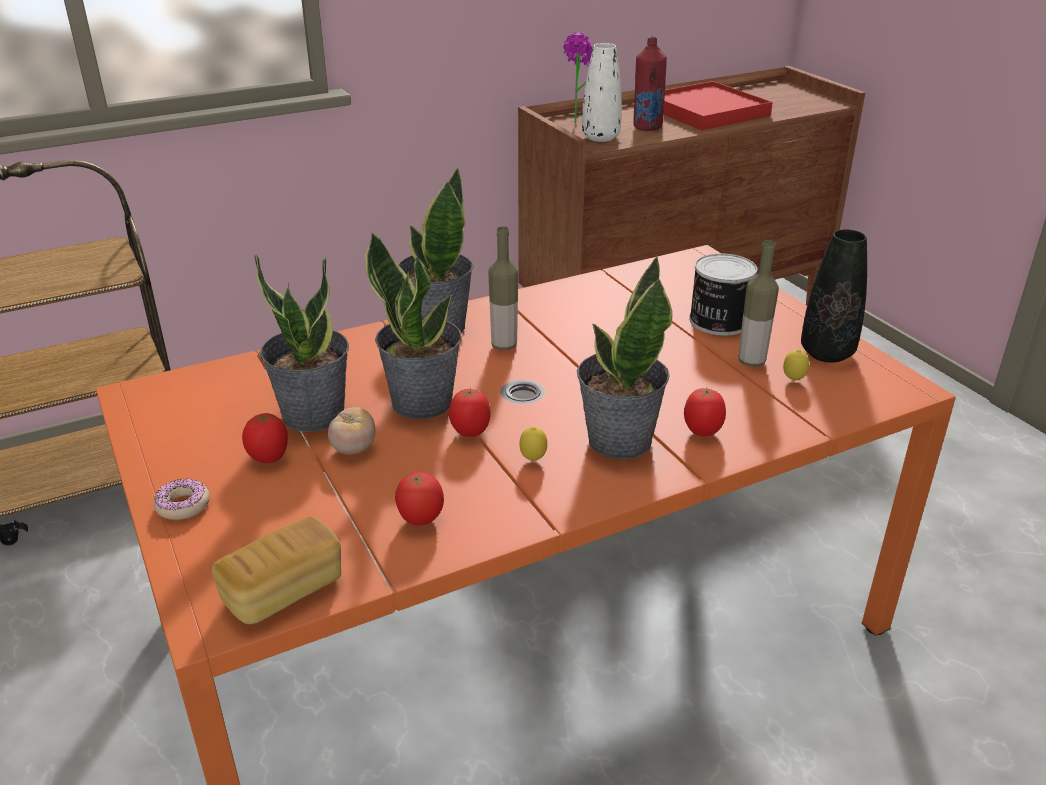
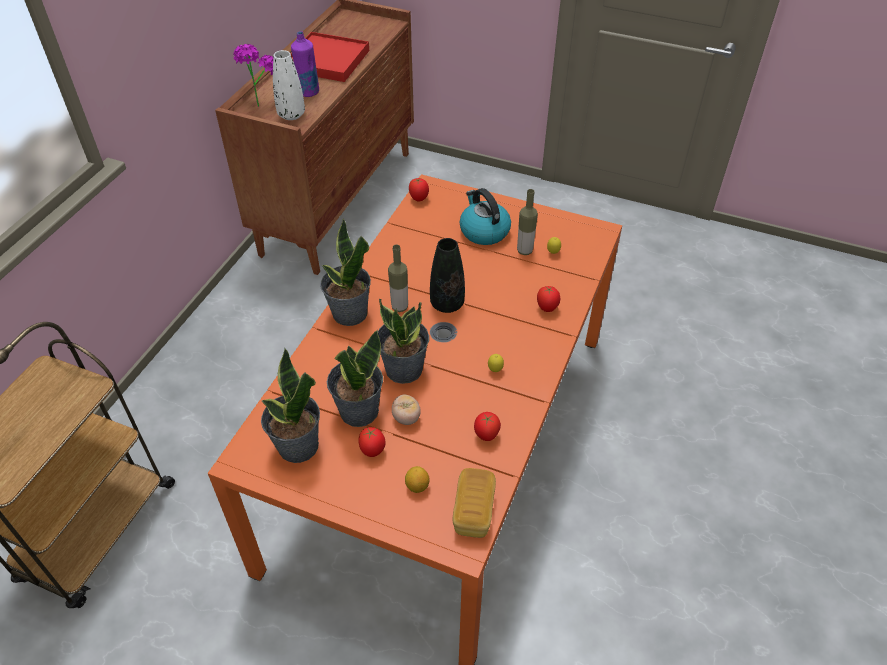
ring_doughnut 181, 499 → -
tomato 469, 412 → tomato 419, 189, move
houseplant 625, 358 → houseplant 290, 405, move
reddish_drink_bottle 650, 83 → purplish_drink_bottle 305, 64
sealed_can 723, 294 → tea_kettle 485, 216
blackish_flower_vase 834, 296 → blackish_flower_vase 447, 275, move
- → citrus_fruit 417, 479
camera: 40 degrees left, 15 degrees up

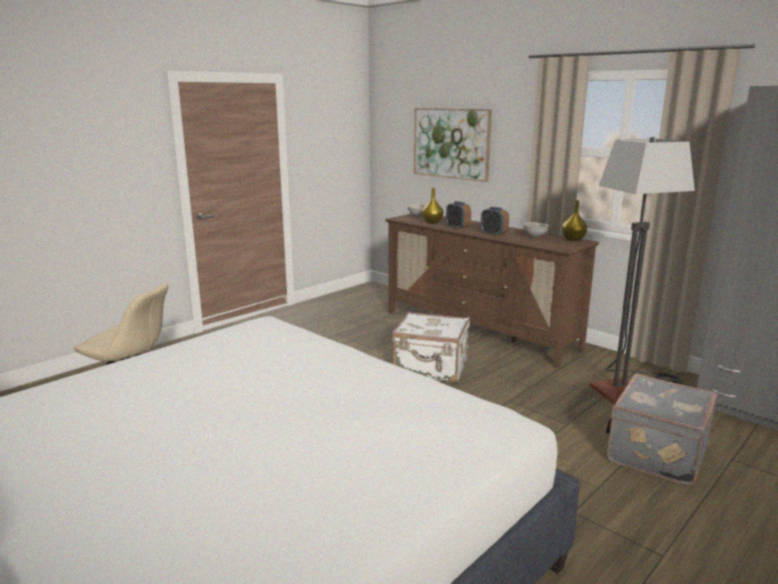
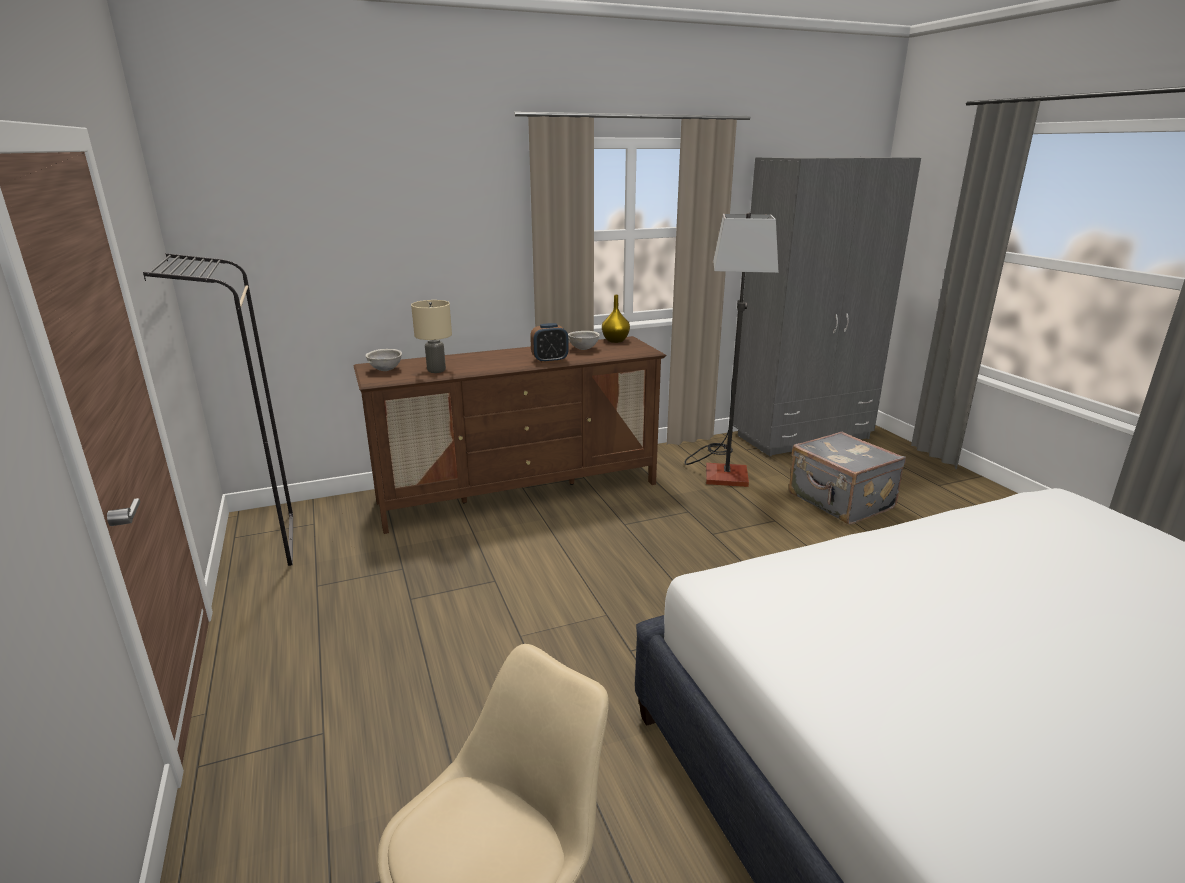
white-coloured_piece_of_luggage 431, 347 → -
picture 453, 145 → -
yellow-coloured_flower_vase 432, 206 → beige-coloured_tabletop_lamp 431, 336
table_clock 458, 215 → -
- → blackish_garment_rack 218, 409
camera: 65 degrees left, 5 degrees up

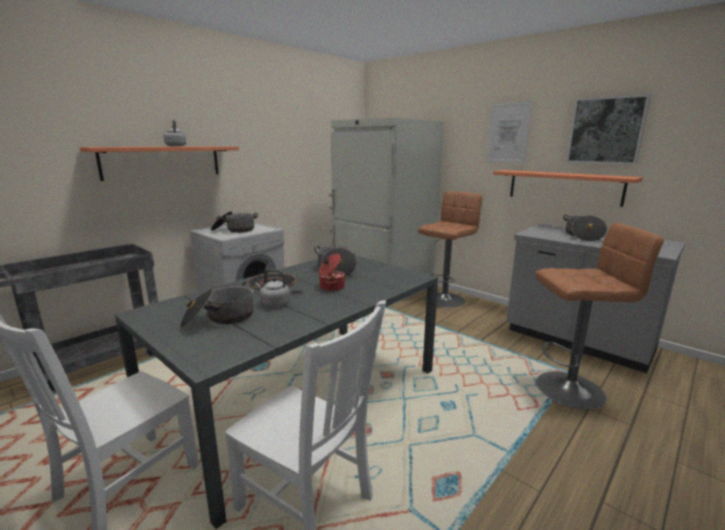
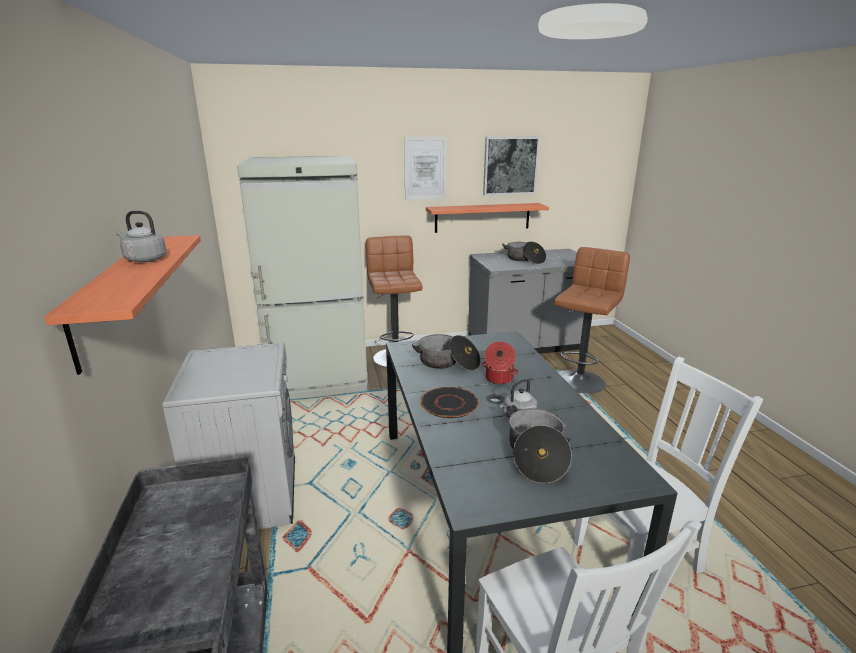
saucepot 234, 222 → -
camera: 55 degrees left, 5 degrees up

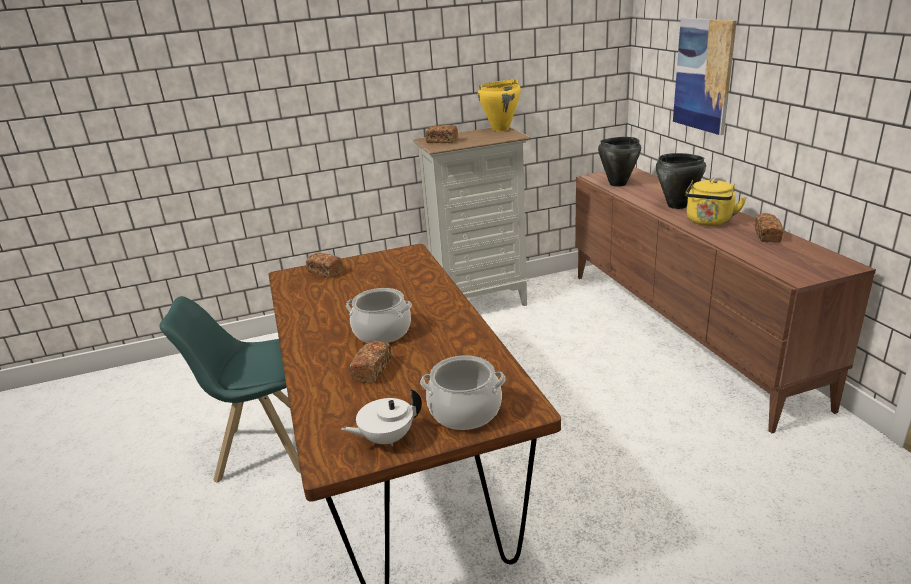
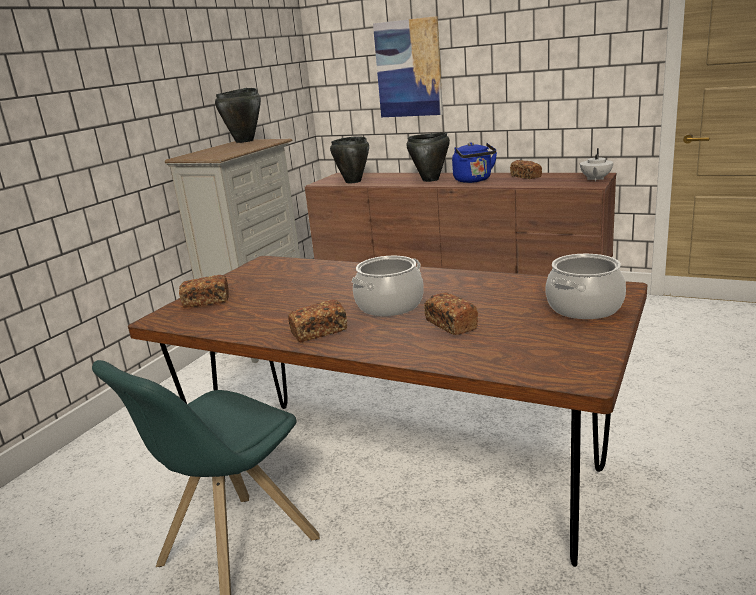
white-coloured_teapot 381, 417 → white-coloured_teapot 596, 164, move
bakery_bread 441, 134 → bakery_bread 317, 321, move
yellow-coloured_saucepot 499, 105 → blackish_saucepot 238, 115
yellow-coloured_tea_kettle 716, 202 → bluish_tea_kettle 474, 162
camera: 45 degrees left, 5 degrees down

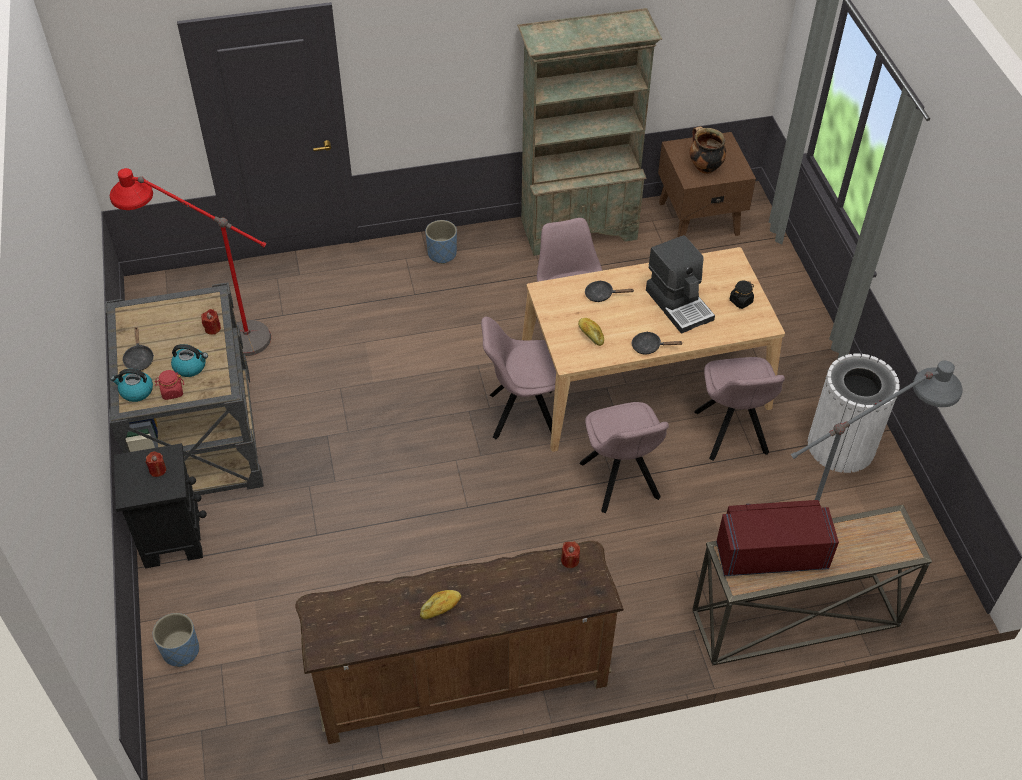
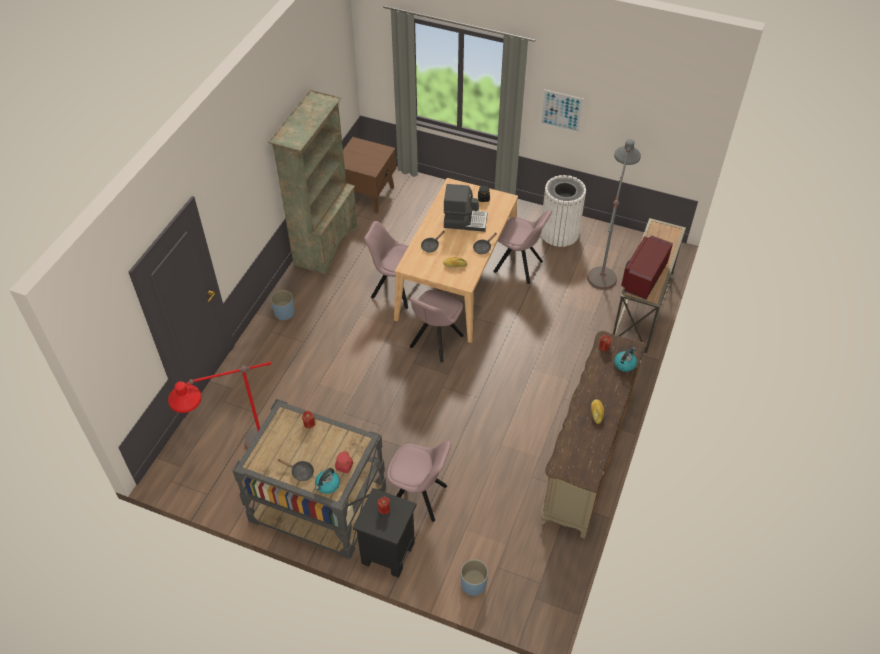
tea_kettle 189, 360 → tea_kettle 625, 359, move
pinkish_plain_chair 624, 457 → pinkish_plain_chair 419, 481, move
saucepot 707, 150 → -
- → picture 562, 111
camera: 55 degrees left, 0 degrees up

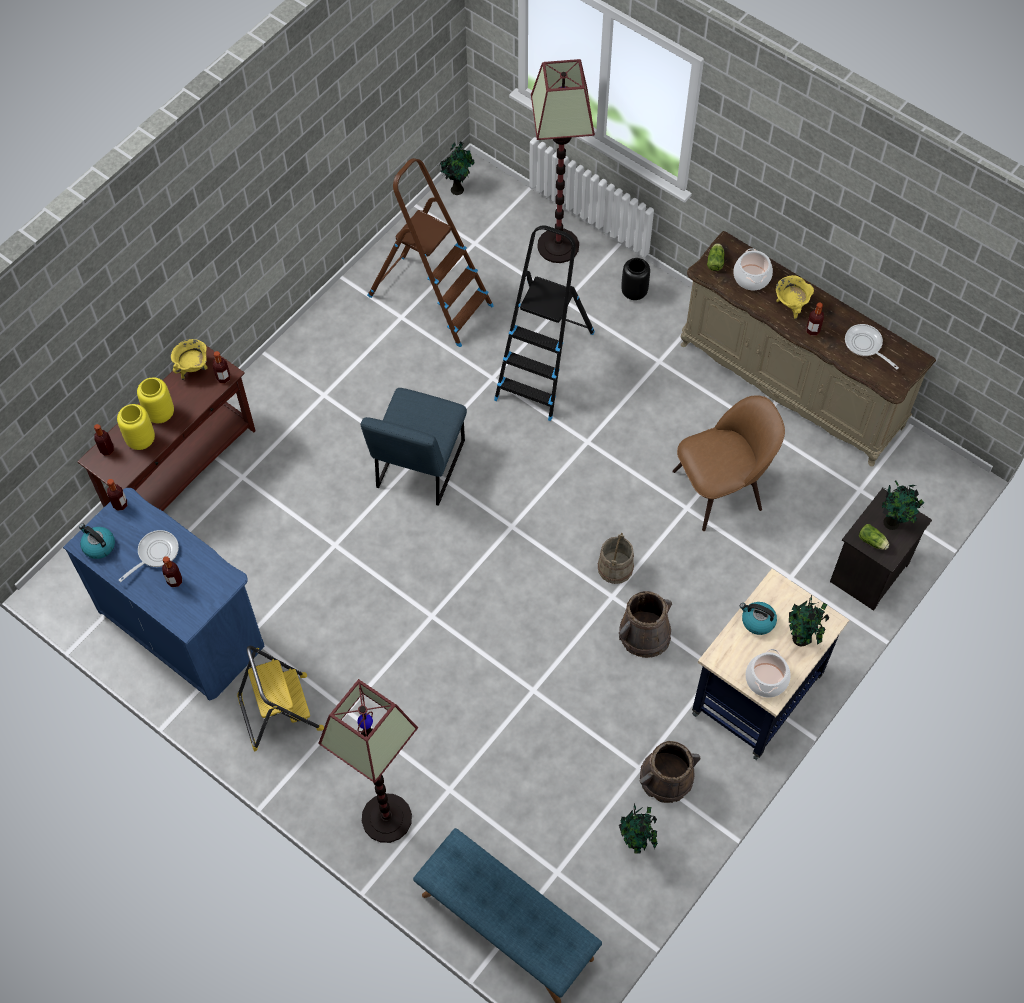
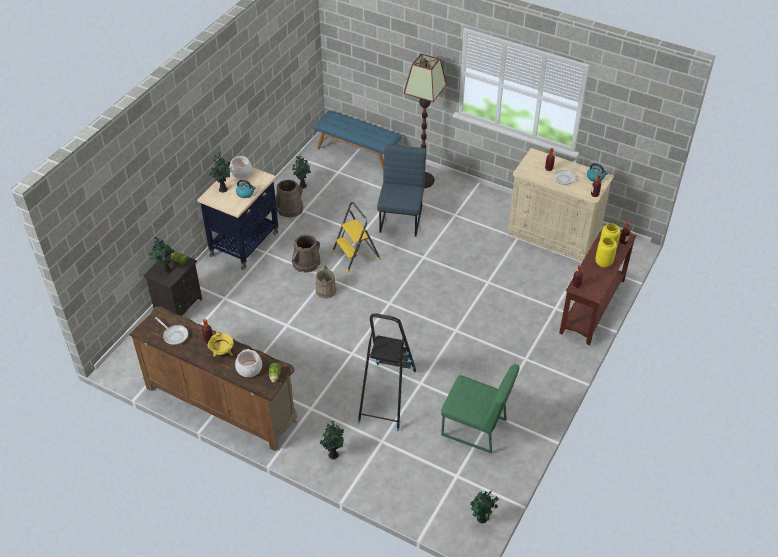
bluish_dresser 163, 594 → beige-coloured_dresser 561, 205
yellow-coloured_saucepot 189, 359 → -
yellow-coloured_stepladder 280, 698 → yellow-coloured_stepladder 356, 237, move
bluish_plain_chair 413, 447 → bluish_plain_chair 401, 190, move
brownish_stepladder 430, 252 → greenish_plain_chair 480, 409
standard_lamp 563, 161 → -
blackish_flower_vase 635, 279 → houseplant 332, 440
brownish_plain_chair 728, 463 → -
camera: 170 degrees right, 15 degrees down

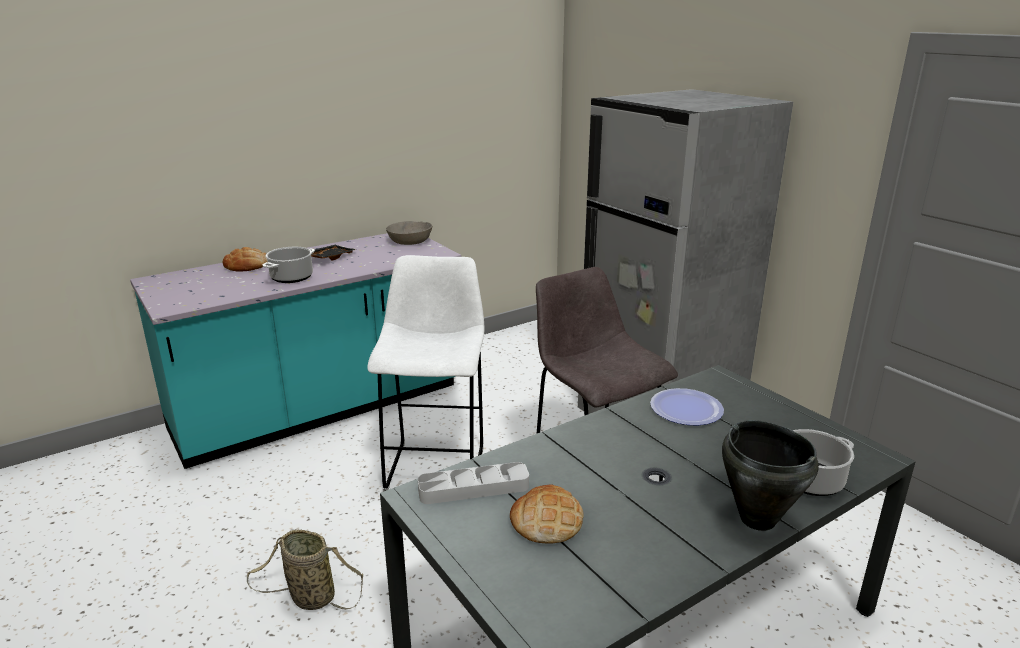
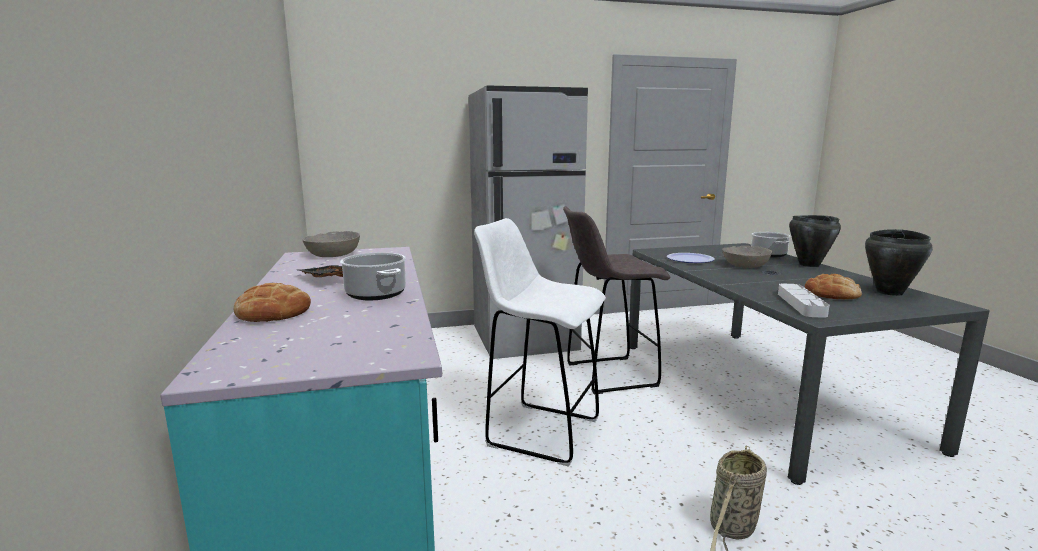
- → grey_deep_dish 747, 257
- → blackish_saucepot 899, 262
camera: 70 degrees left, 10 degrees down

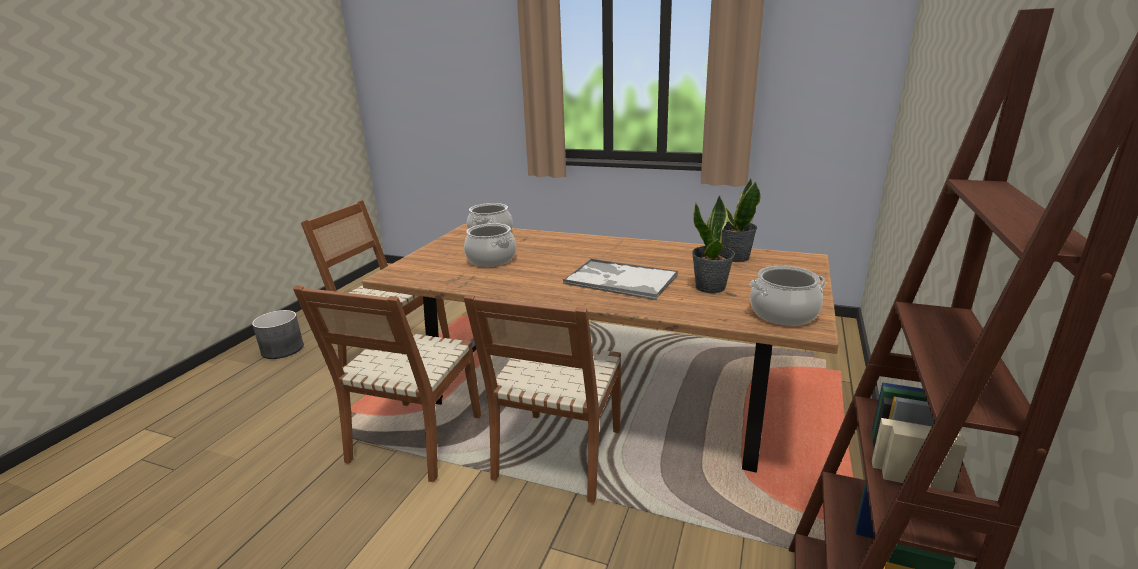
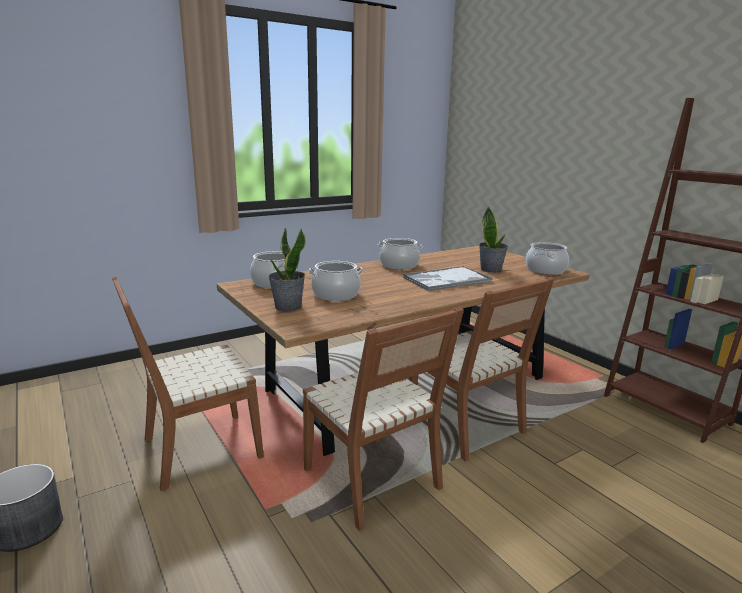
houseplant 741, 220 → houseplant 287, 269, move
- → saucepot 400, 253
camera: 55 degrees left, 5 degrees down

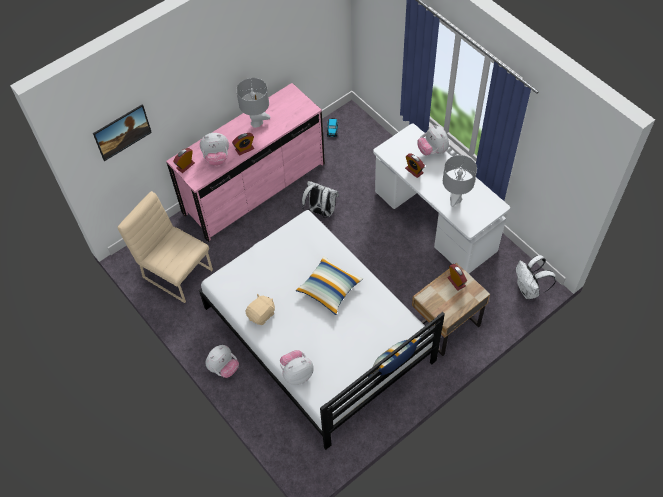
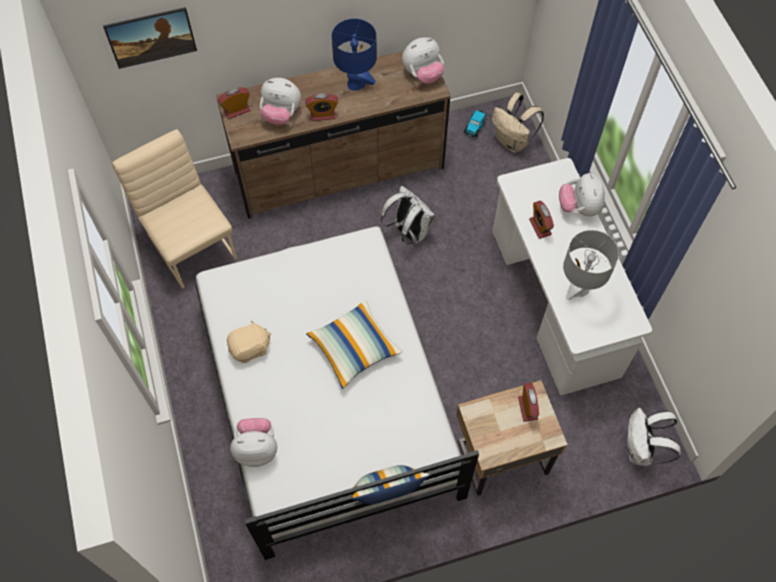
pinkish_dresser 245, 162 → brownish_dresser 333, 135
cuddly_toy 222, 361 → cuddly_toy 423, 60, move
grey_tabletop_lamp 253, 103 → bluish_tabletop_lamp 354, 55
- → beige-coloured_rucksack 518, 123
camera: 20 degrees right, 5 degrees up

